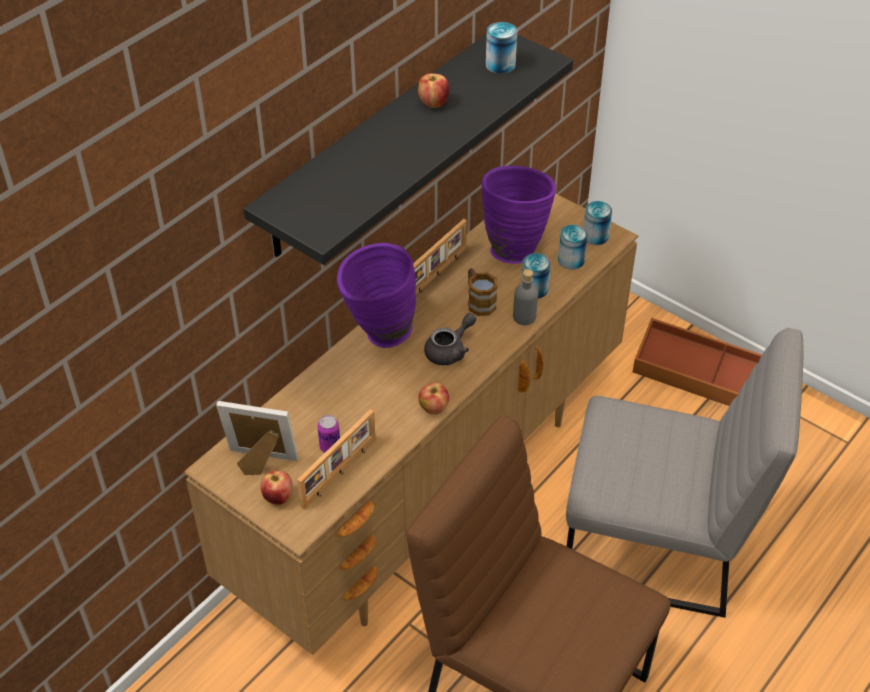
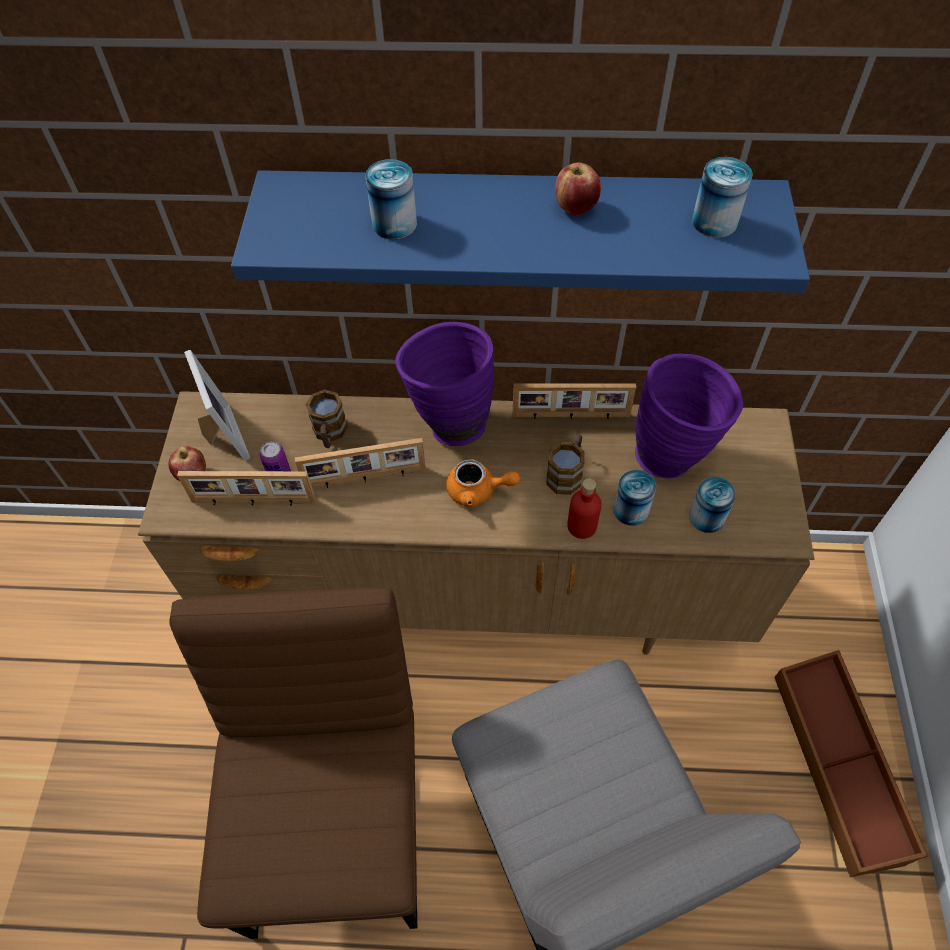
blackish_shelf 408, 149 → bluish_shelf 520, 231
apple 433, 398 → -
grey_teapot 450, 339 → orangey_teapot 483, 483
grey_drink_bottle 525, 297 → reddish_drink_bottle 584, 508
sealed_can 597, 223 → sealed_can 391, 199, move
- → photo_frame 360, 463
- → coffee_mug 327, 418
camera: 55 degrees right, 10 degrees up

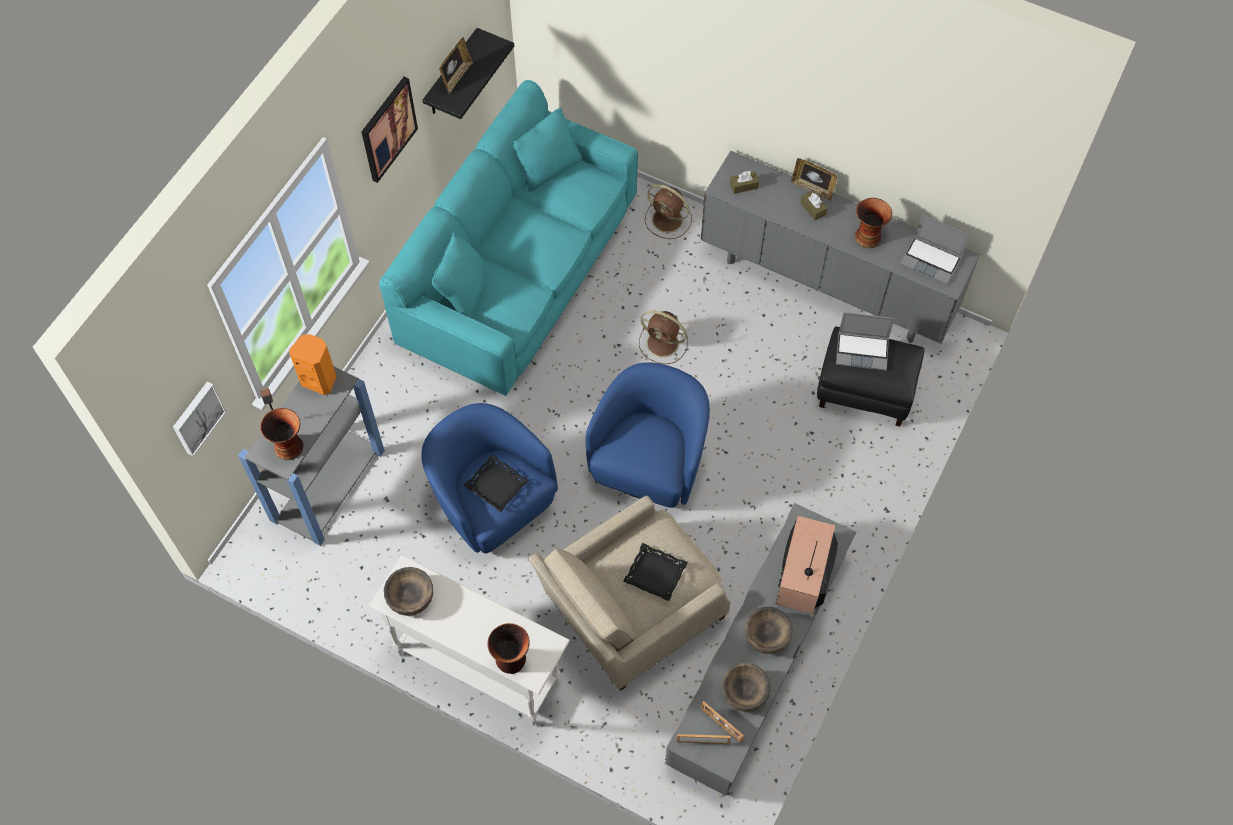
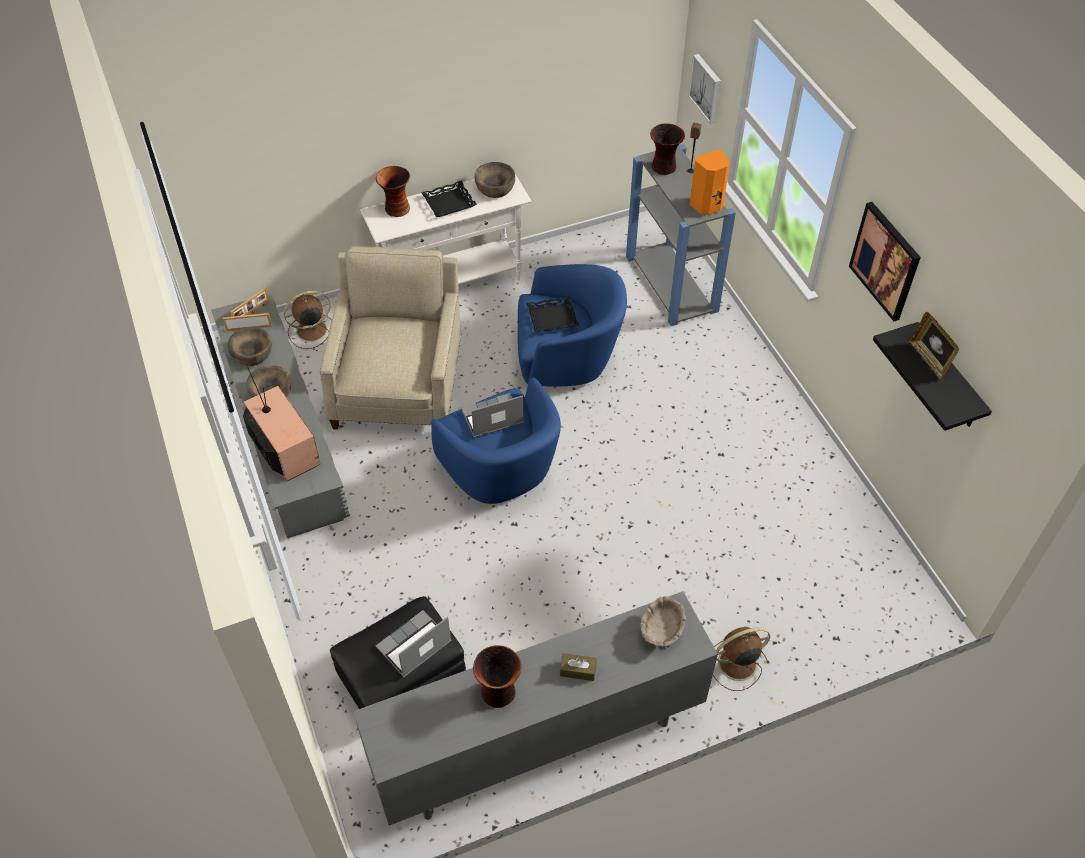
blue-green_couch 508, 238 → -
blackish_serving_tray 655, 572 → blackish_serving_tray 449, 199, move
brownish_electric_fan 663, 337 → brownish_electric_fan 308, 320, move
brownish_box_of_tissues 744, 182 → beige-coloured_deep_dish 663, 622
photo_frame 814, 179 → -
portable_computer 934, 249 → portable_computer 492, 415, move
camera: 130 degrees right, 10 degrees down

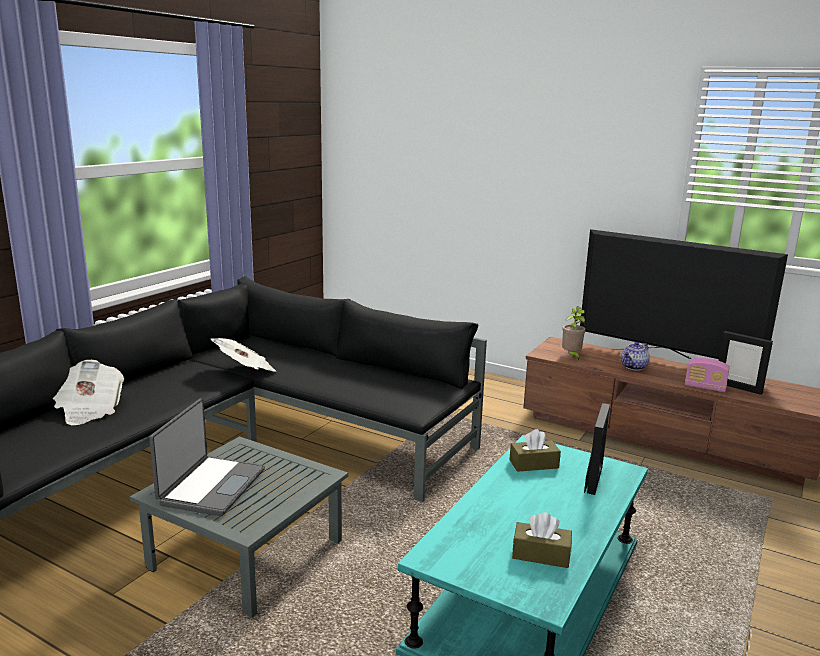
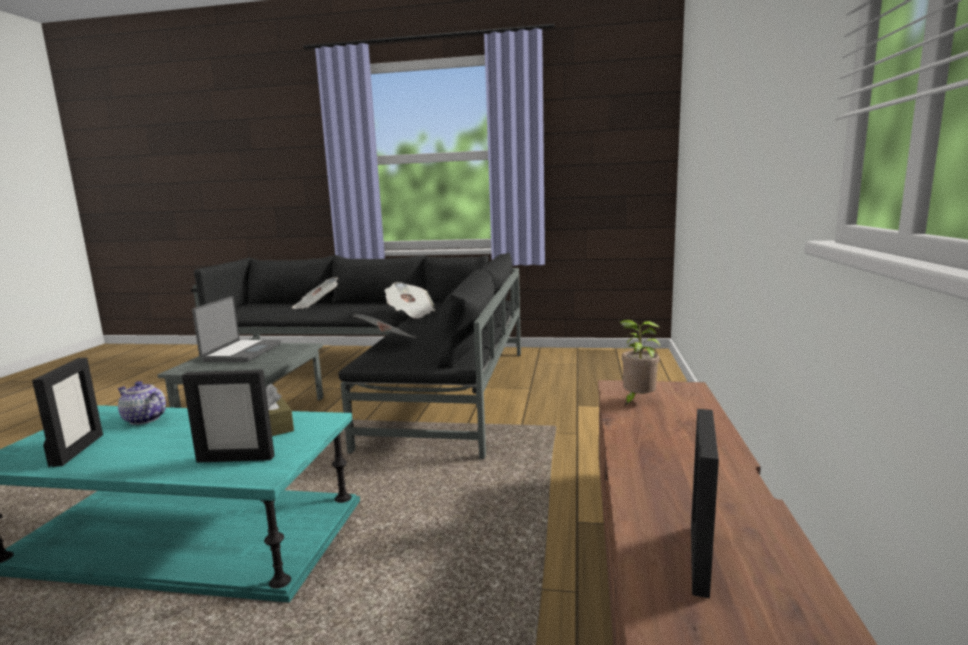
portable_computer 207, 457 → portable_computer 236, 329, 75 degrees counterclockwise
brownish_box_of_tissues 542, 540 → photo_frame 67, 412
TV 684, 294 → -
teapot 635, 356 → teapot 141, 403, move
radio_set 707, 375 → -
- → daily_paper 385, 326
camera: 70 degrees right, 5 degrees down

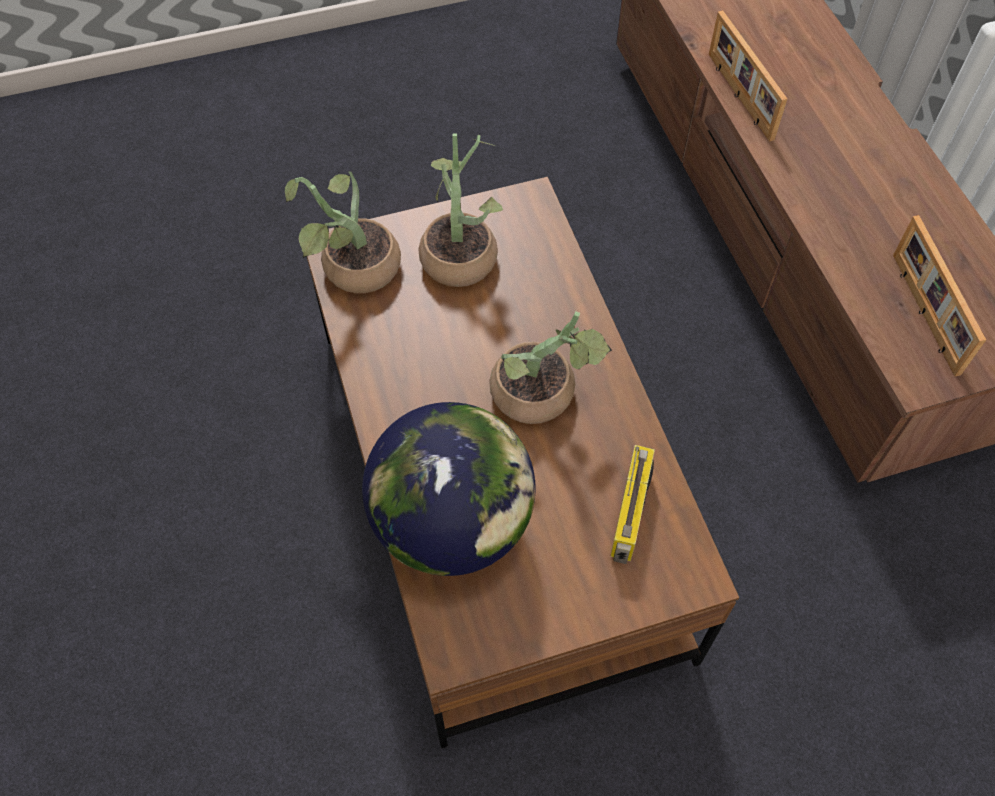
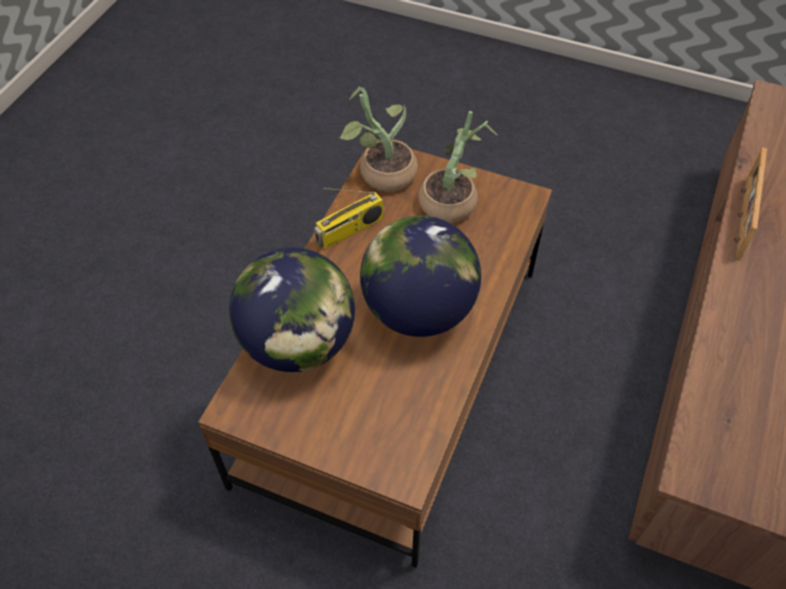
houseplant 550, 367 → world_globe 420, 276
radio_set 632, 504 → radio_set 348, 218, move
photo_frame 939, 295 → -
camera: 40 degrees right, 5 degrees down

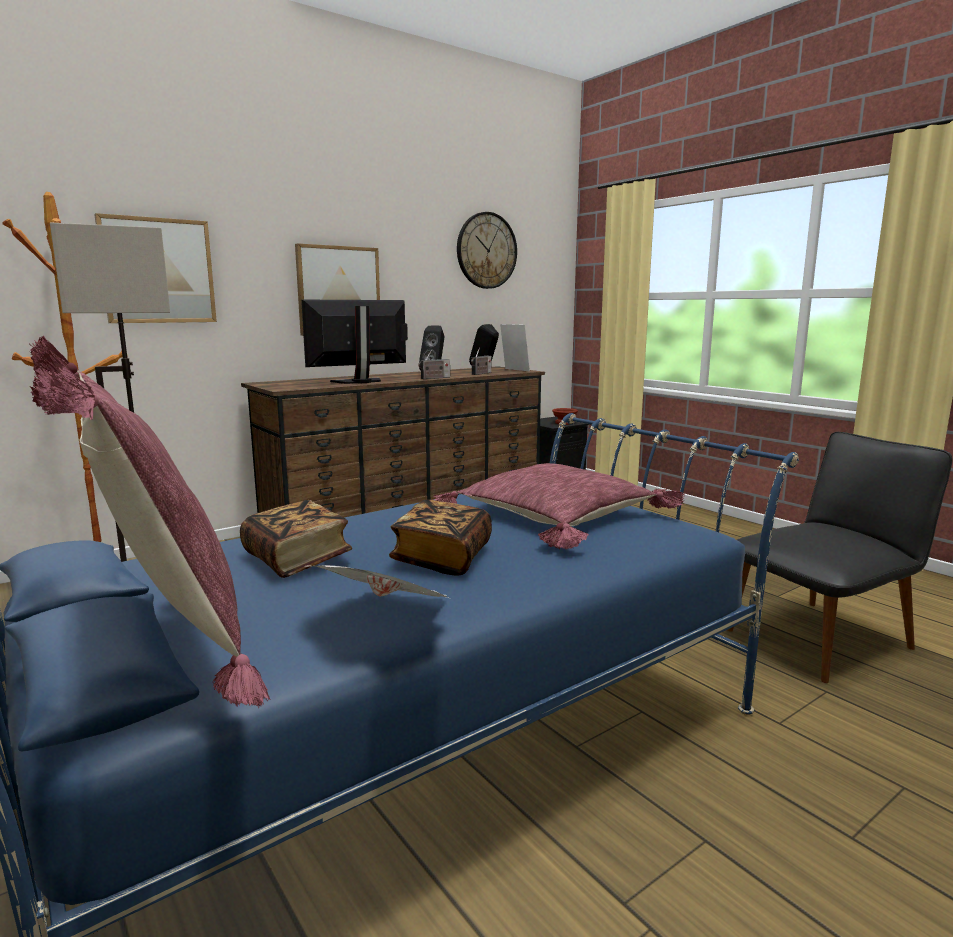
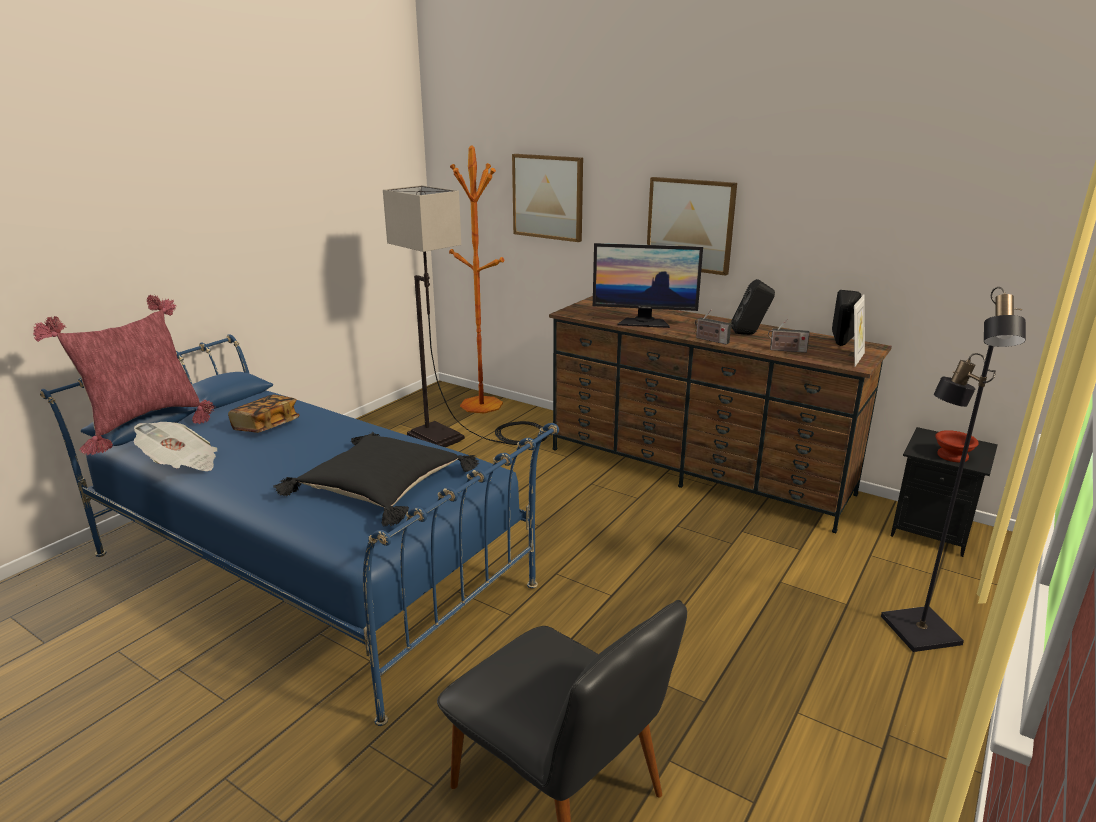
computer_display 354, 342 → computer_display 648, 285, 150 degrees clockwise
bound_book 440, 537 → -
reddish_throw_pillow 559, 506 → blackish_throw_pillow 376, 479
clock_on_the_wall 487, 250 → -
- → blackish_standard_lamp 953, 469
camera: 70 degrees right, 10 degrees up

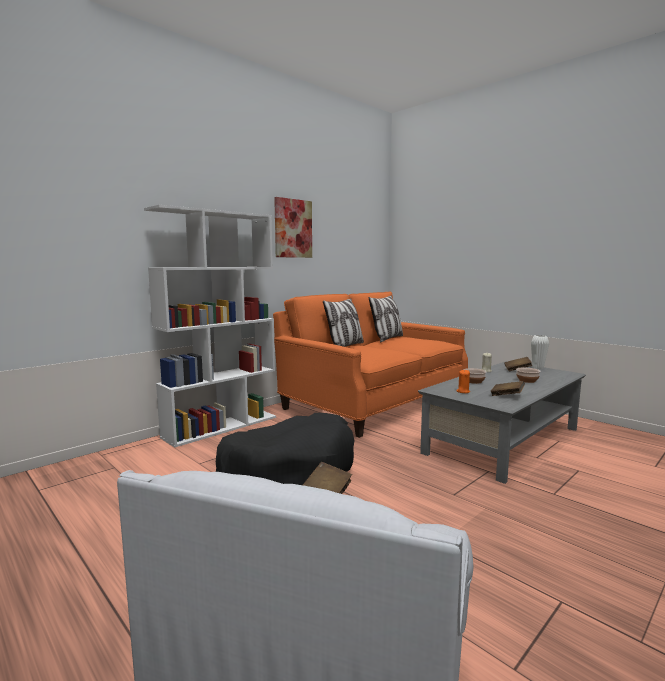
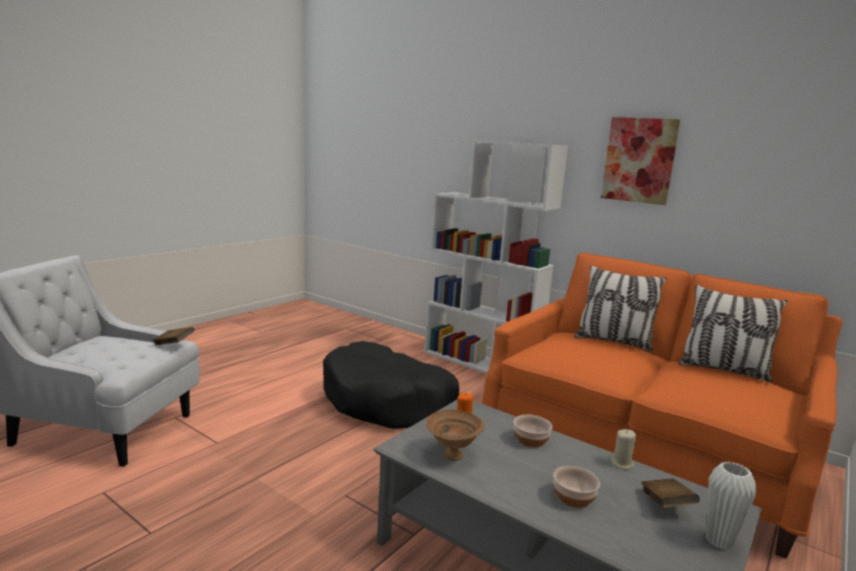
brownish_bound_book 507, 388 → brownish_deep_dish 455, 435
camera: 80 degrees right, 5 degrees up

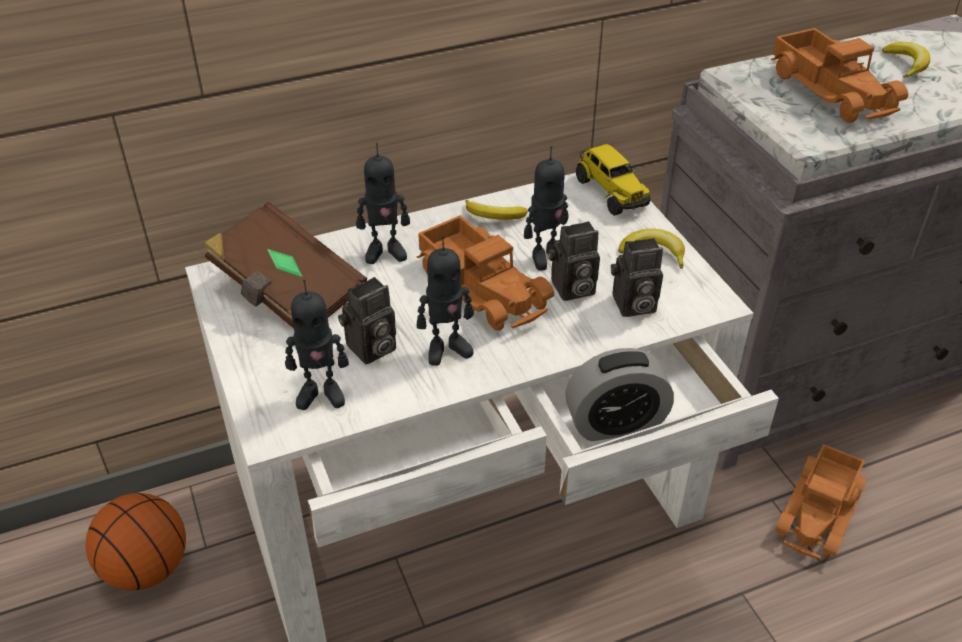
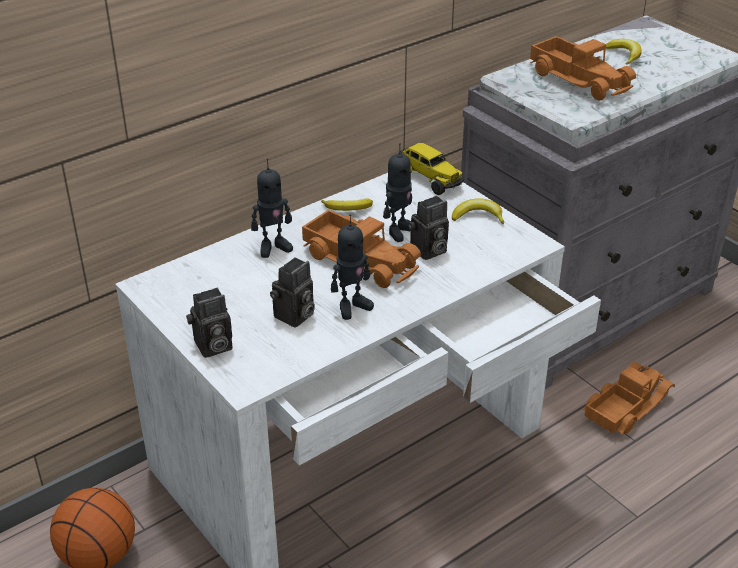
brownish_bound_book 285, 265 → -
model_robot 317, 345 → -
table_clock 619, 394 → -
still_camera 637, 277 → still_camera 209, 323, move
toy_lorry 821, 501 → toy_lorry 629, 398, 150 degrees counterclockwise
camera: 15 degrees left, 5 degrees down

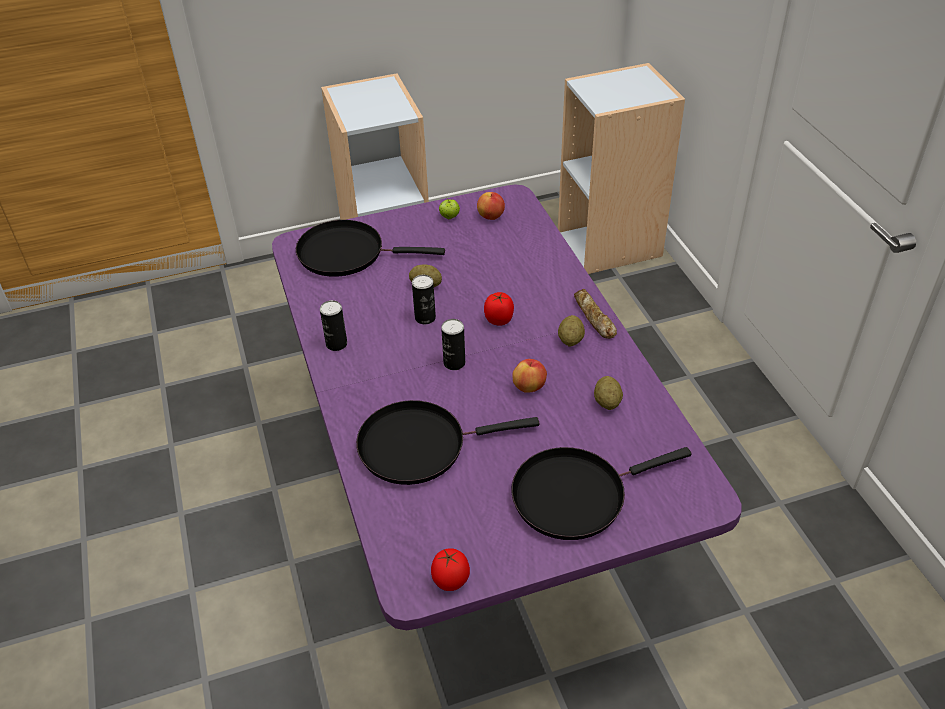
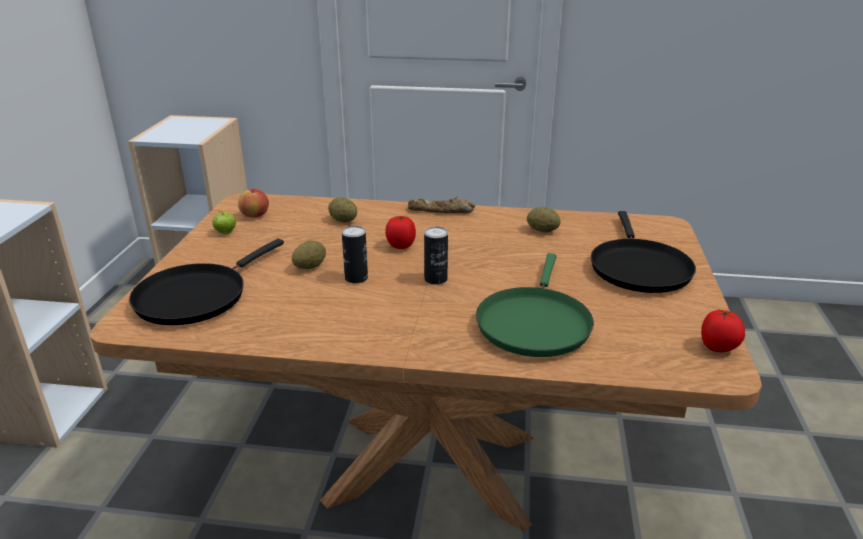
purplish_dining_table 507, 407 → brownish_dining_table 426, 362
sealed_can 333, 325 → -
blackish_pan 448, 442 → greenish_pan 535, 305
apple 530, 376 → -
spud 571, 331 → spud 342, 210, move
camera: 65 degrees left, 15 degrees down

